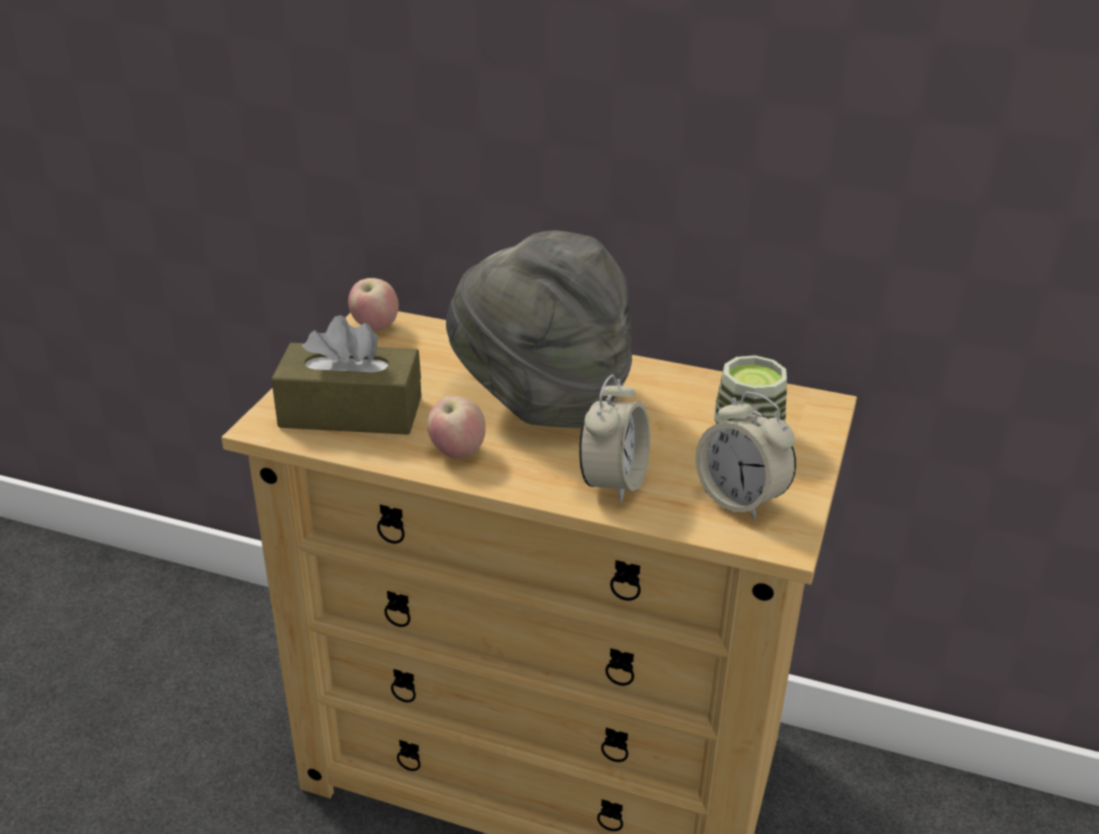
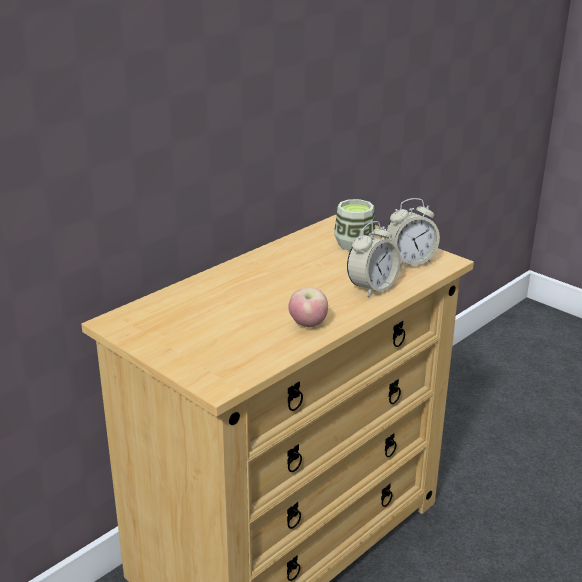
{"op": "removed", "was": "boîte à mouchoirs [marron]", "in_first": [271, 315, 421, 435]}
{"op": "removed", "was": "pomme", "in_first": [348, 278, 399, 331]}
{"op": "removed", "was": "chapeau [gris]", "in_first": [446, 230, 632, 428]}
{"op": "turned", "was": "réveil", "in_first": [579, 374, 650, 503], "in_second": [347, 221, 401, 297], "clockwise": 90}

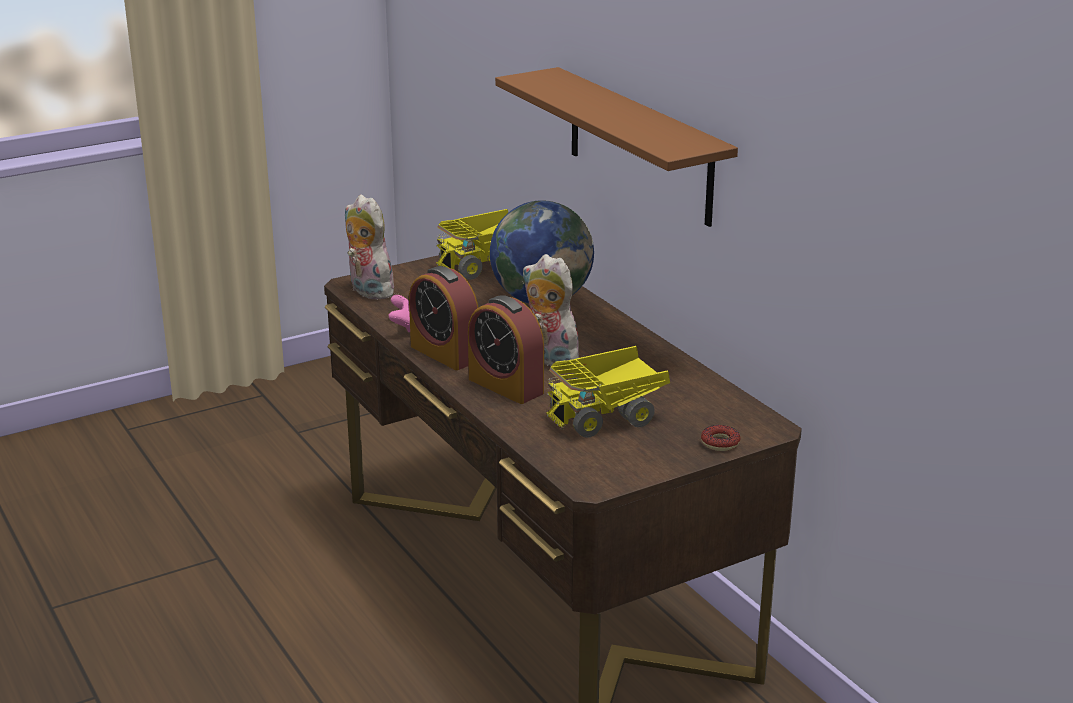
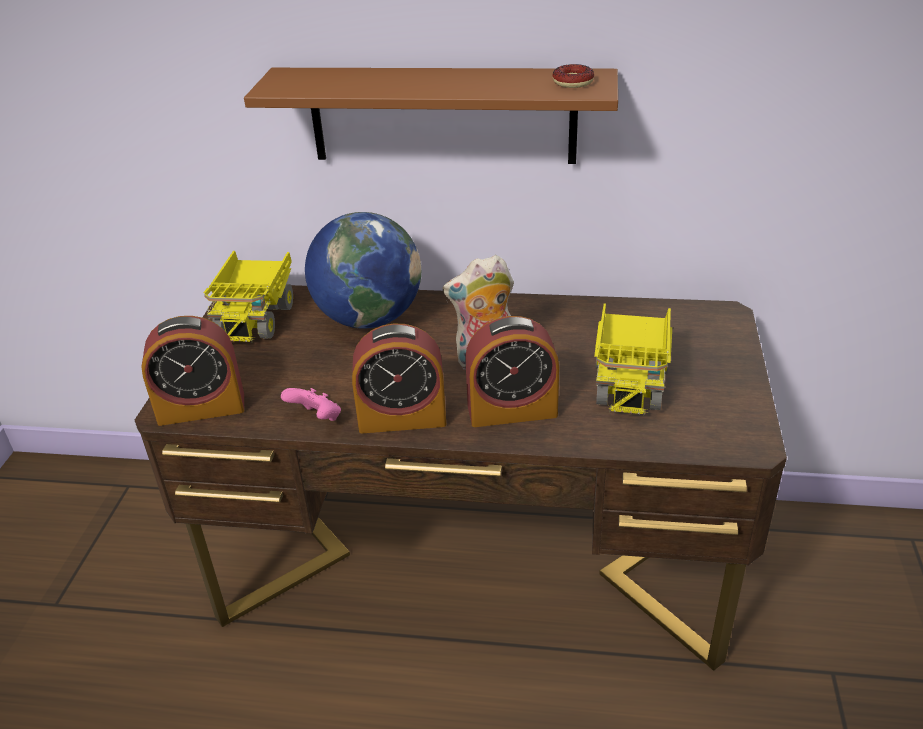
{"op": "moved", "was": "beignet", "in_first": [701, 425, 741, 451], "in_second": [553, 64, 594, 88]}
{"op": "replaced", "was": "peluche", "now": "réveil", "in_first": [345, 195, 398, 300], "in_second": [141, 316, 244, 426]}

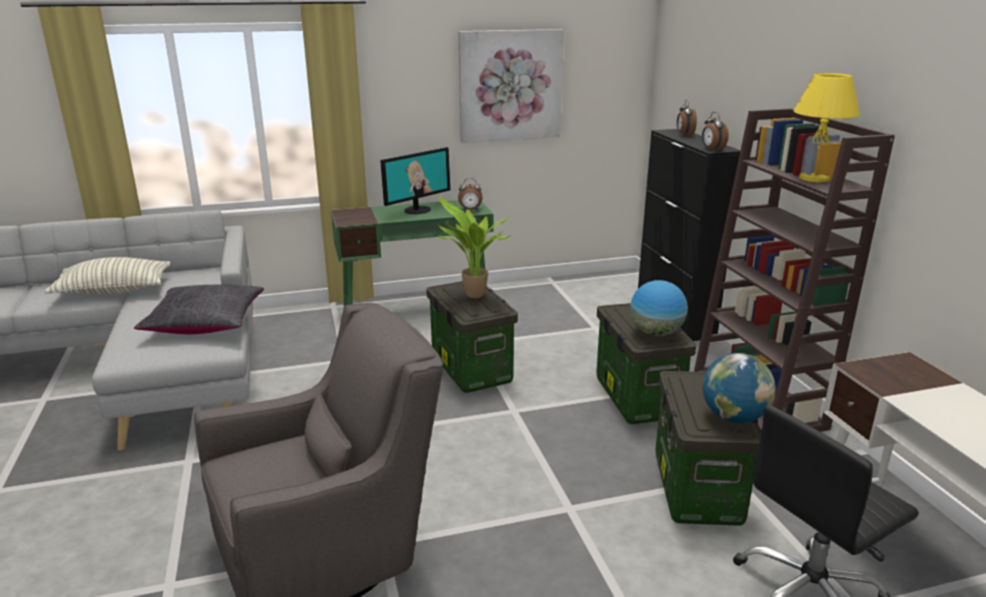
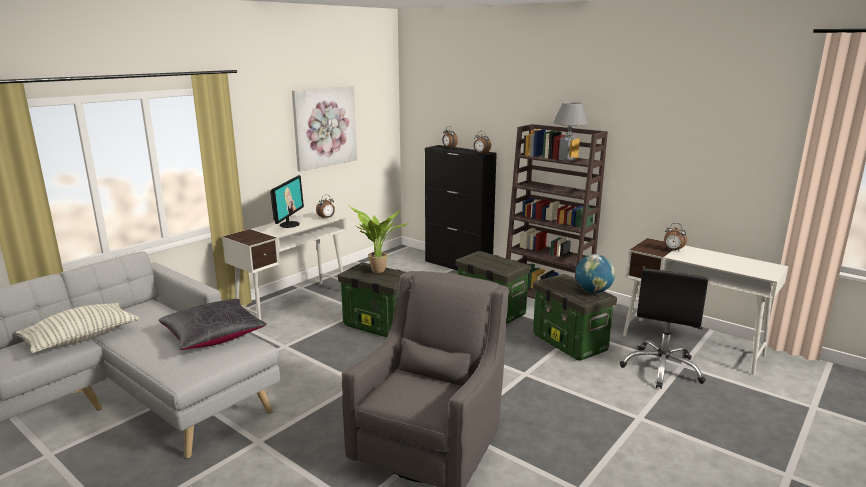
{"op": "removed", "was": "globe", "in_first": [630, 280, 688, 336]}
{"op": "added", "now": "réveil", "in_second": [664, 223, 687, 251]}
{"op": "recoloured", "was": "bureau [vert]", "now": "bureau [blanc]", "in_first": [331, 200, 493, 306], "in_second": [222, 211, 346, 320]}
{"op": "recoloured", "was": "lampe de table [jaune]", "now": "lampe de table [gris]", "in_first": [794, 73, 860, 182], "in_second": [554, 102, 588, 161]}

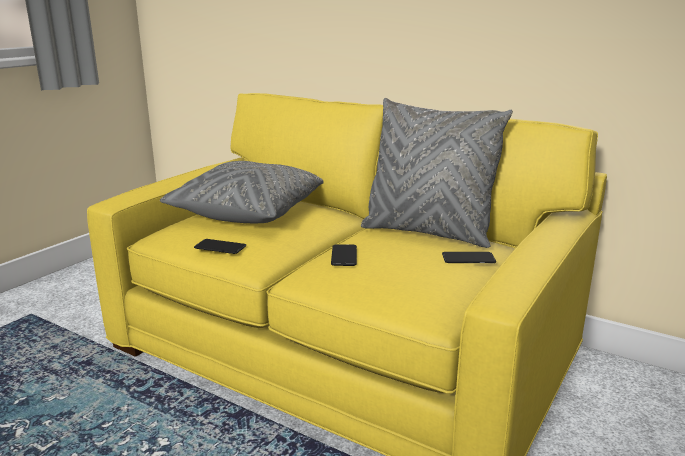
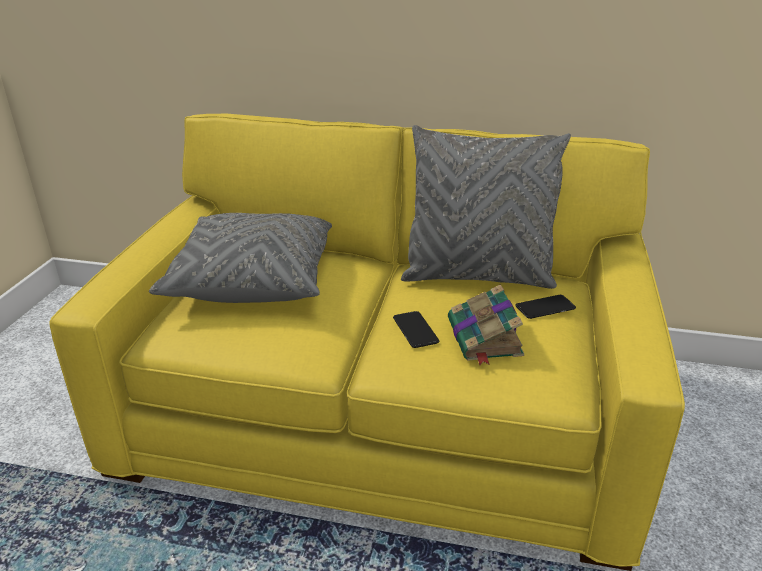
{"op": "removed", "was": "téléphone", "in_first": [194, 239, 246, 254]}
{"op": "added", "now": "livre", "in_second": [448, 284, 524, 365]}

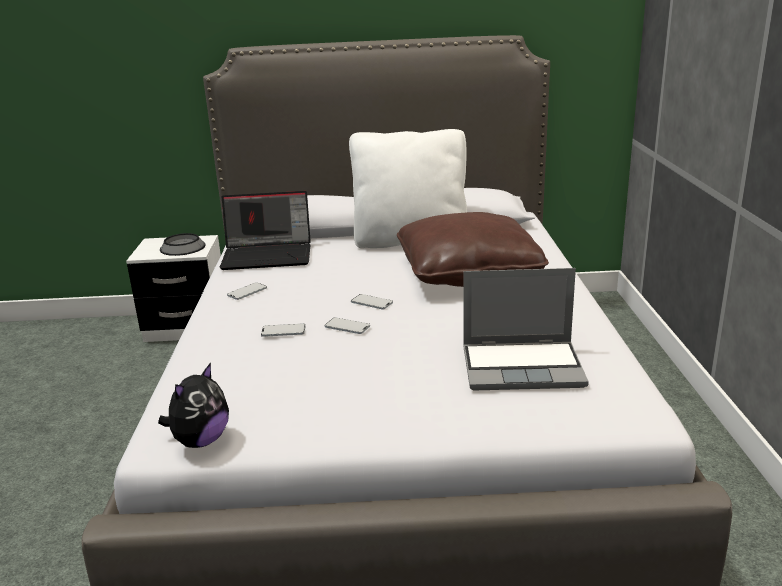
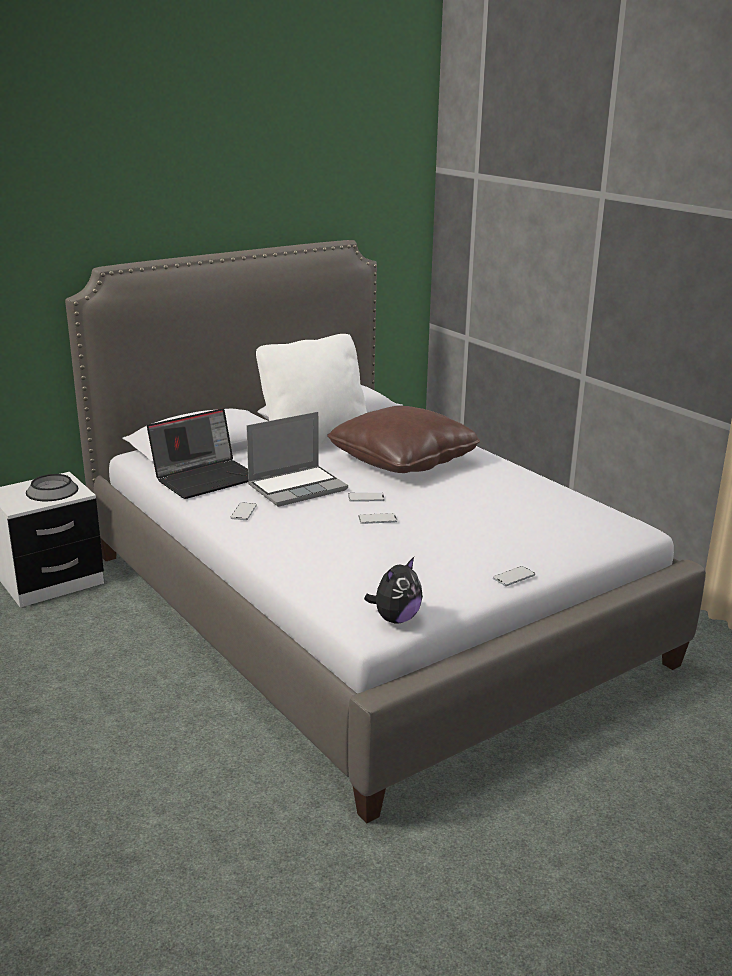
{"op": "moved", "was": "téléphone", "in_first": [261, 324, 305, 337], "in_second": [493, 566, 535, 586]}
{"op": "moved", "was": "ordinateur portable", "in_first": [463, 268, 589, 390], "in_second": [246, 412, 348, 507]}
{"op": "turned", "was": "peluche", "in_first": [158, 363, 229, 448], "in_second": [364, 557, 423, 624], "clockwise": 45}

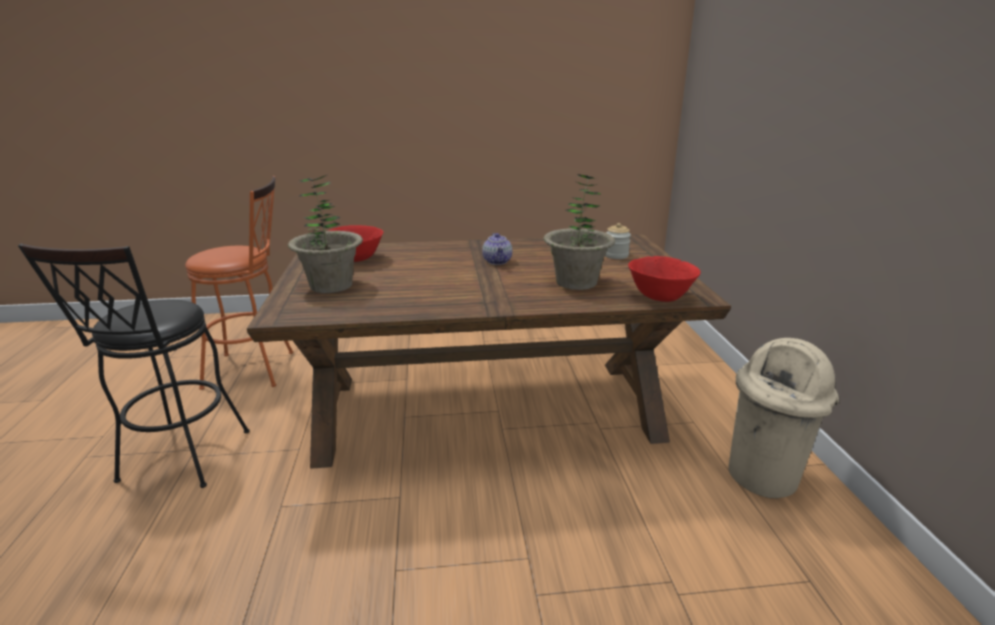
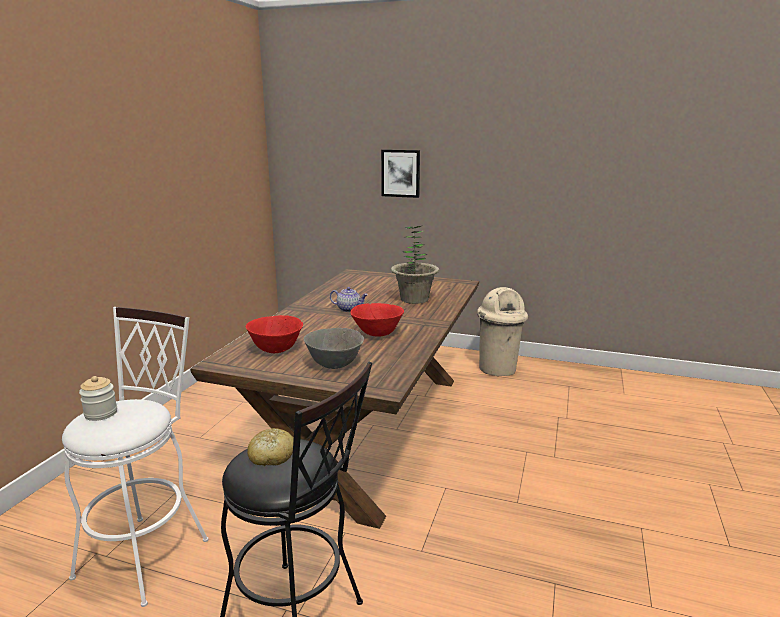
{"op": "added", "now": "pain", "in_second": [247, 428, 294, 466]}
{"op": "added", "now": "tableau", "in_second": [381, 149, 420, 198]}
{"op": "moved", "was": "bocal", "in_first": [605, 223, 631, 259], "in_second": [79, 376, 117, 421]}
{"op": "moved", "was": "bol [rouge]", "in_first": [628, 256, 701, 302], "in_second": [350, 303, 404, 337]}
{"op": "replaced", "was": "plante en pot", "now": "bol [gris]", "in_first": [288, 175, 363, 293], "in_second": [304, 328, 364, 369]}
{"op": "recoloured", "was": "tabouret [orange]", "now": "tabouret [blanc]", "in_first": [185, 176, 293, 390], "in_second": [62, 307, 209, 607]}

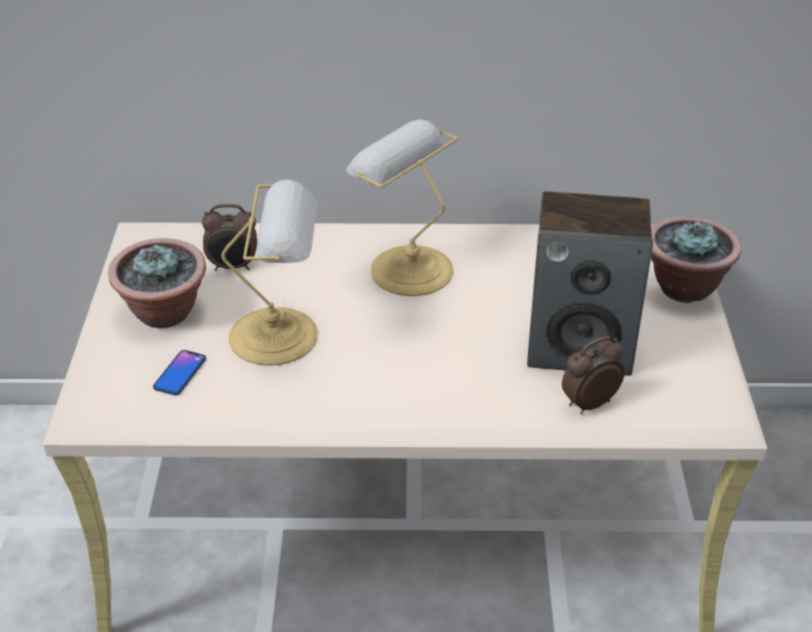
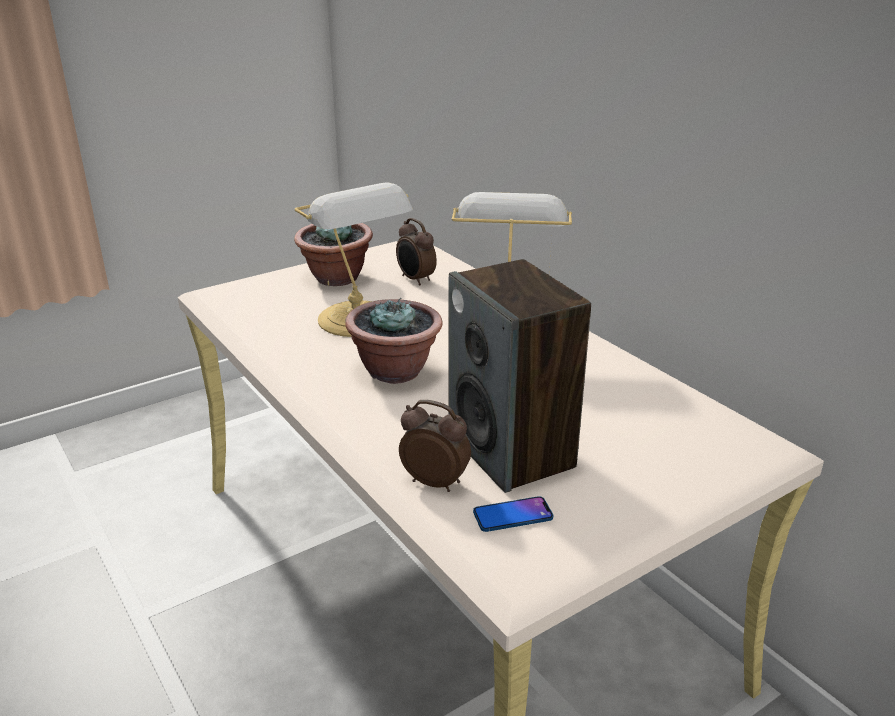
{"op": "moved", "was": "téléphone", "in_first": [153, 350, 206, 396], "in_second": [473, 496, 553, 532]}
{"op": "moved", "was": "plante en pot", "in_first": [651, 217, 741, 303], "in_second": [345, 298, 442, 384]}

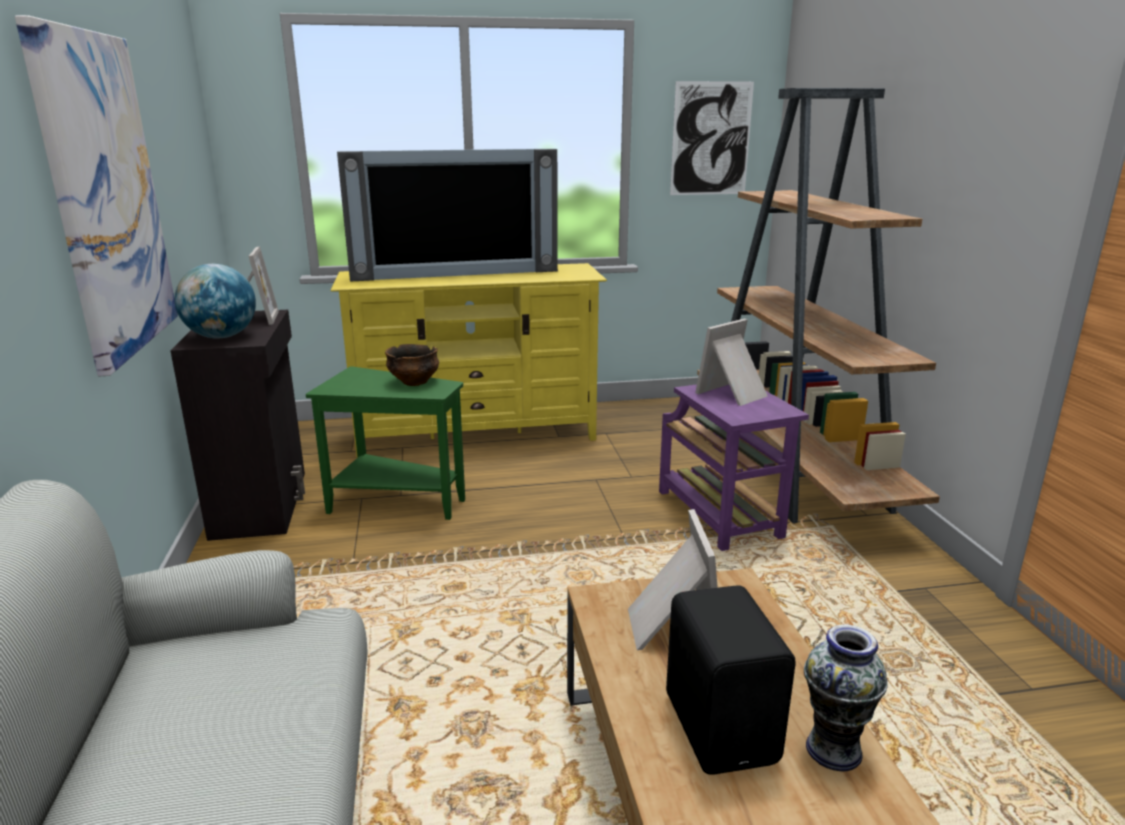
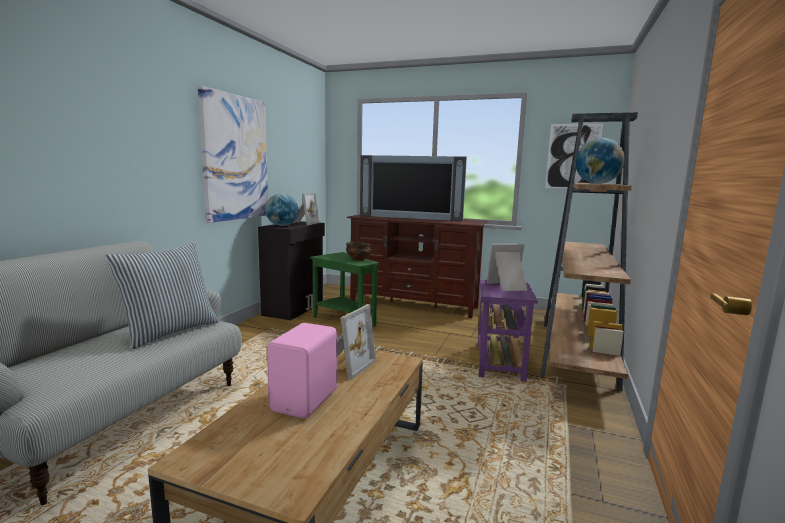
{"op": "removed", "was": "vase", "in_first": [804, 625, 888, 771]}
{"op": "added", "now": "coussin", "in_second": [105, 242, 219, 350]}
{"op": "added", "now": "globe", "in_second": [575, 138, 625, 184]}
{"op": "recoloured", "was": "meuble télé [jaune]", "now": "meuble télé [marron]", "in_first": [330, 263, 607, 457], "in_second": [346, 214, 488, 318]}
{"op": "recoloured", "was": "enceinte [noir]", "now": "enceinte [rose]", "in_first": [666, 585, 796, 774], "in_second": [267, 323, 337, 418]}

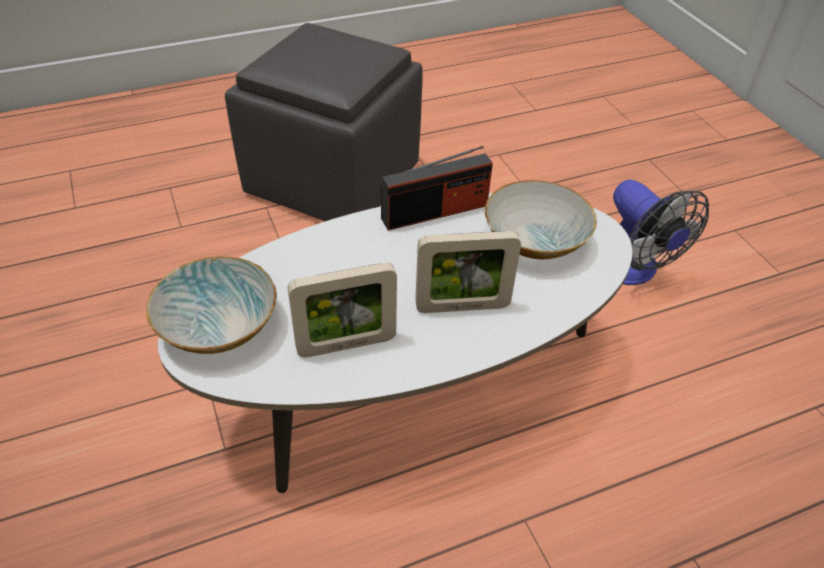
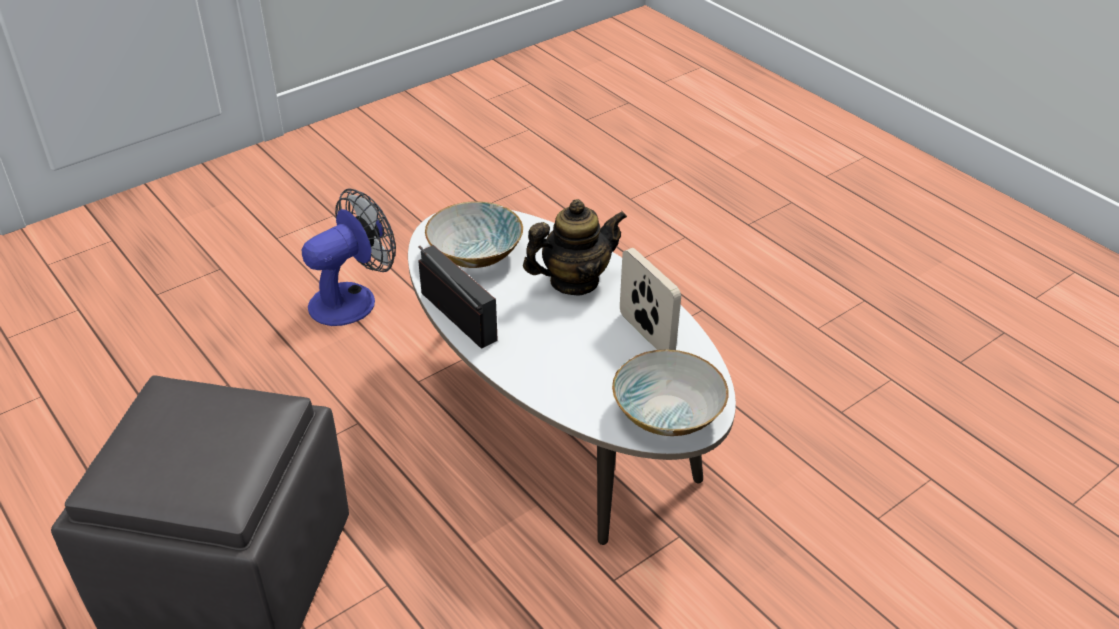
{"op": "replaced", "was": "cadre photo", "now": "théière", "in_first": [415, 231, 521, 313], "in_second": [523, 199, 627, 296]}

